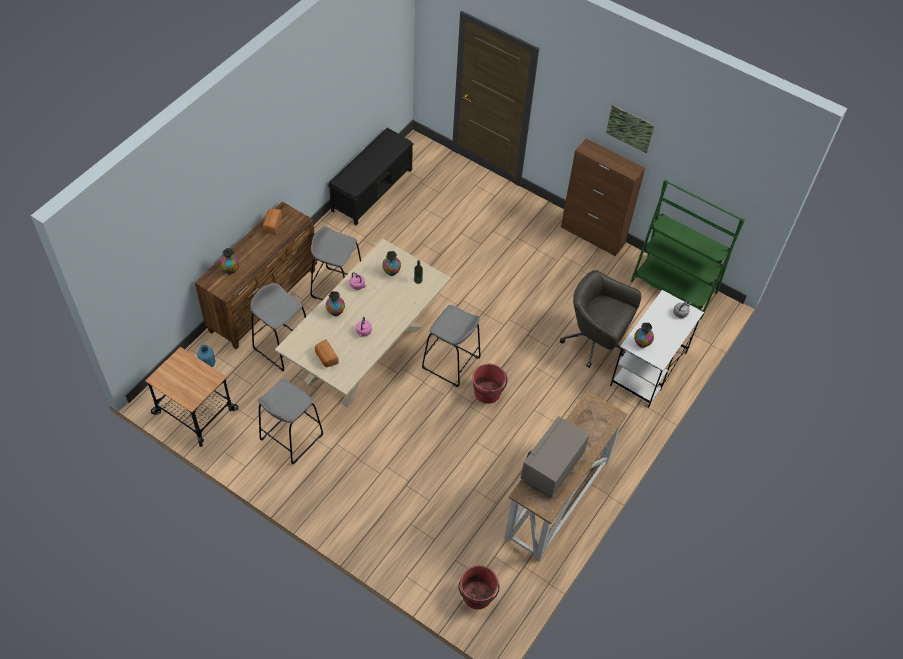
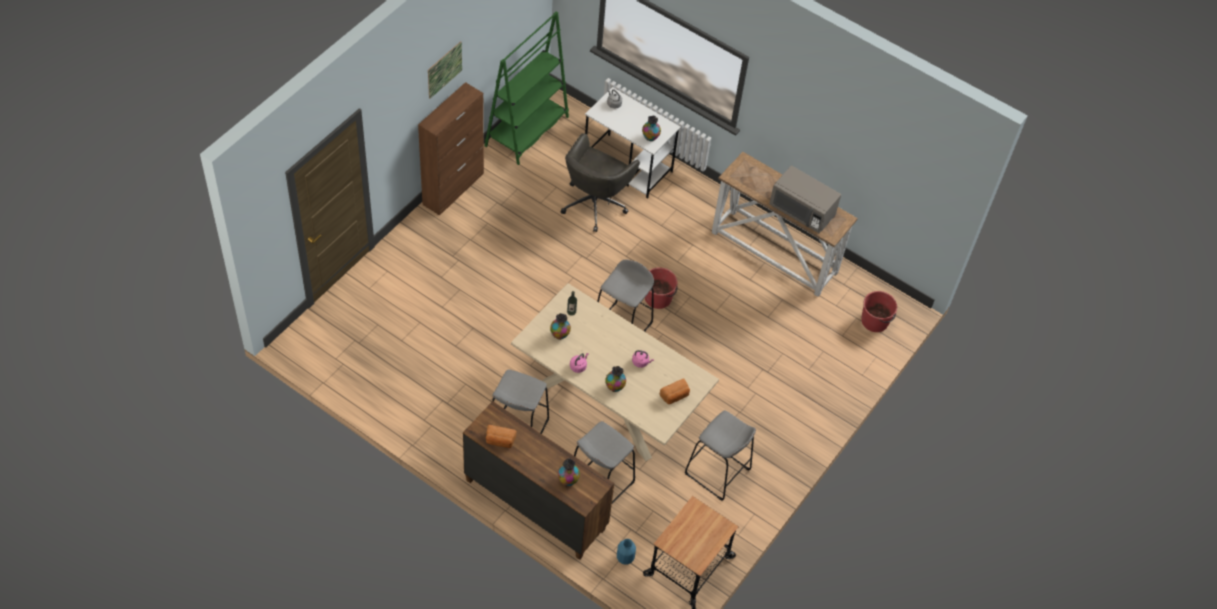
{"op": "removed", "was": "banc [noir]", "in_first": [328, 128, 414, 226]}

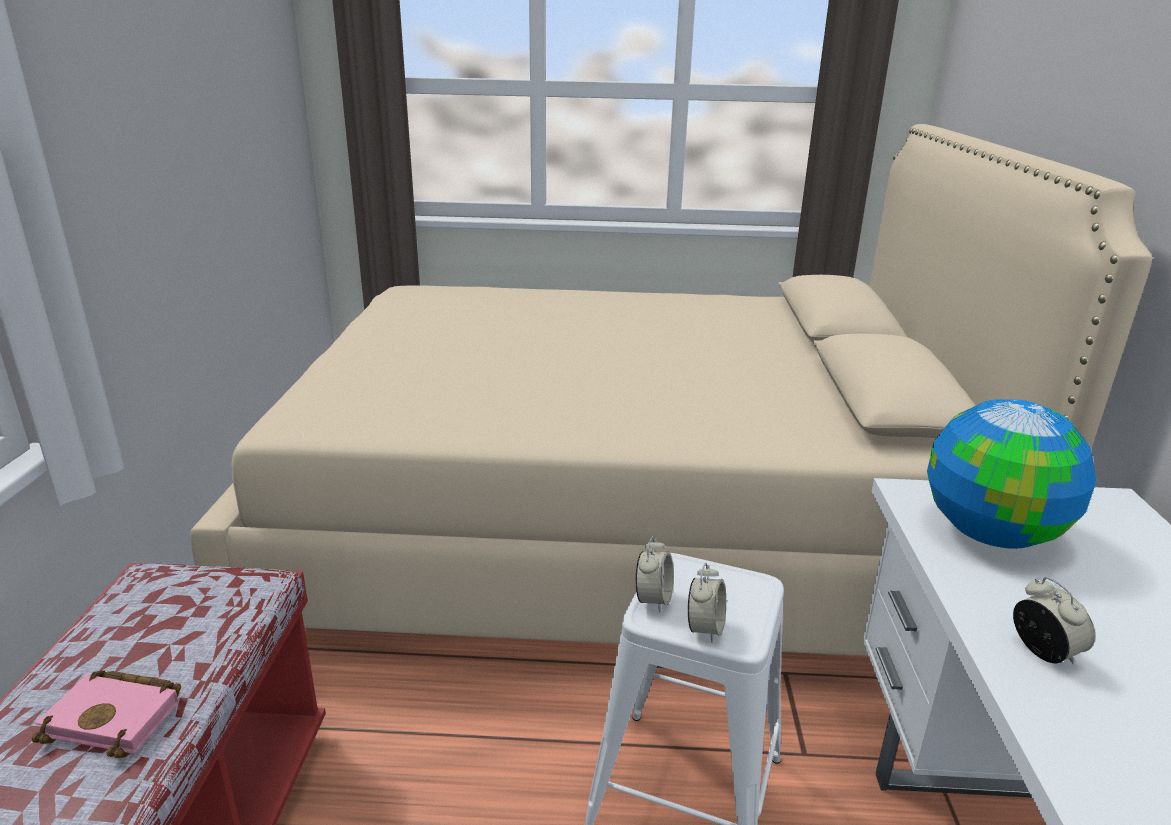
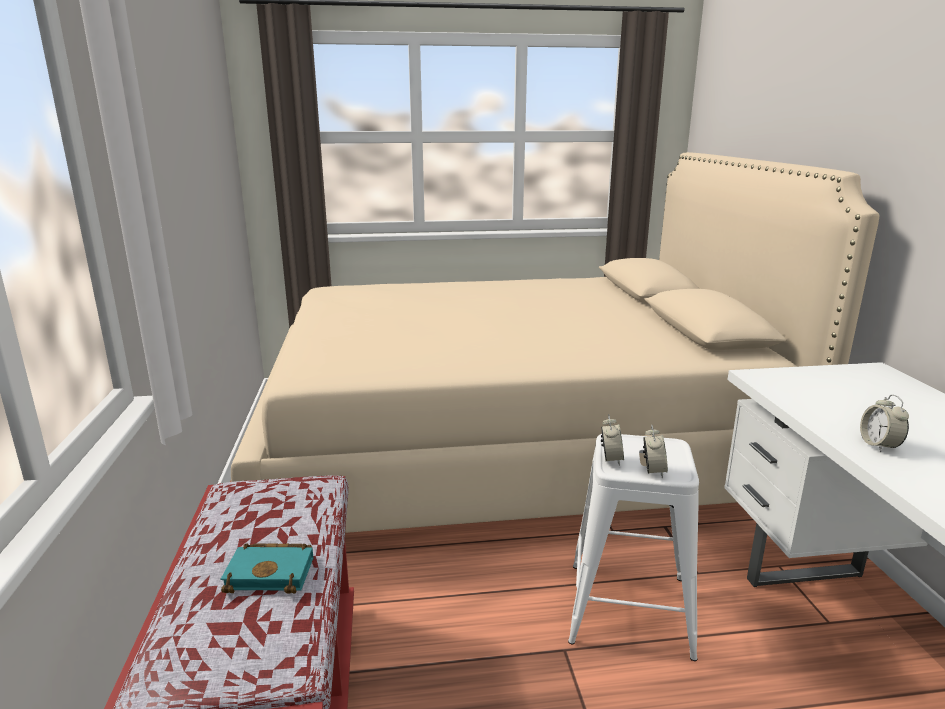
{"op": "removed", "was": "globe", "in_first": [927, 399, 1097, 549]}
{"op": "recoloured", "was": "livre [rose]", "now": "livre [turquoise]", "in_first": [32, 671, 181, 758], "in_second": [220, 543, 313, 594]}
{"op": "turned", "was": "réveil", "in_first": [1013, 577, 1096, 664], "in_second": [860, 394, 909, 452], "clockwise": -150}

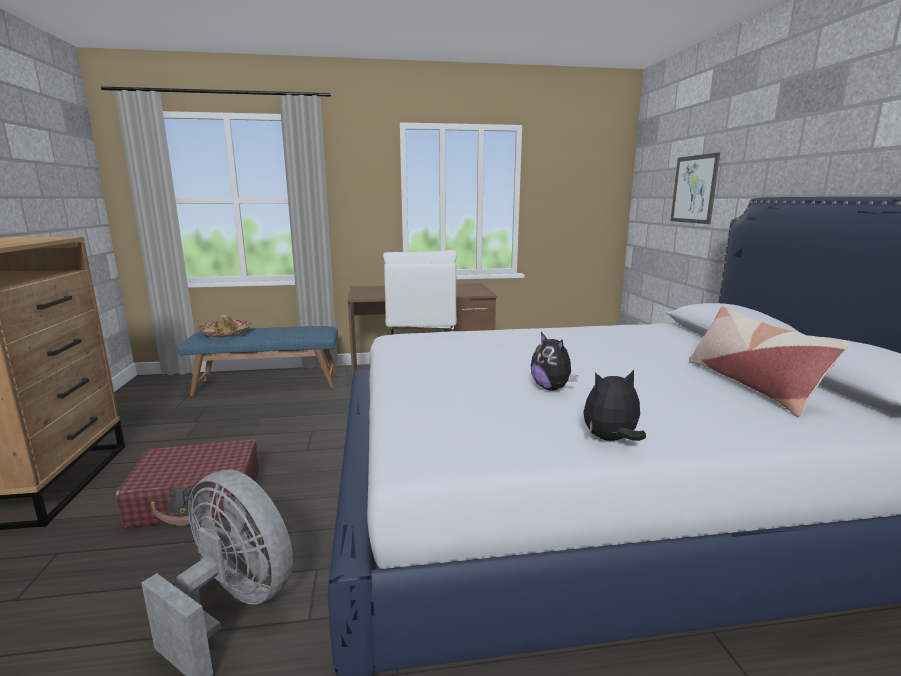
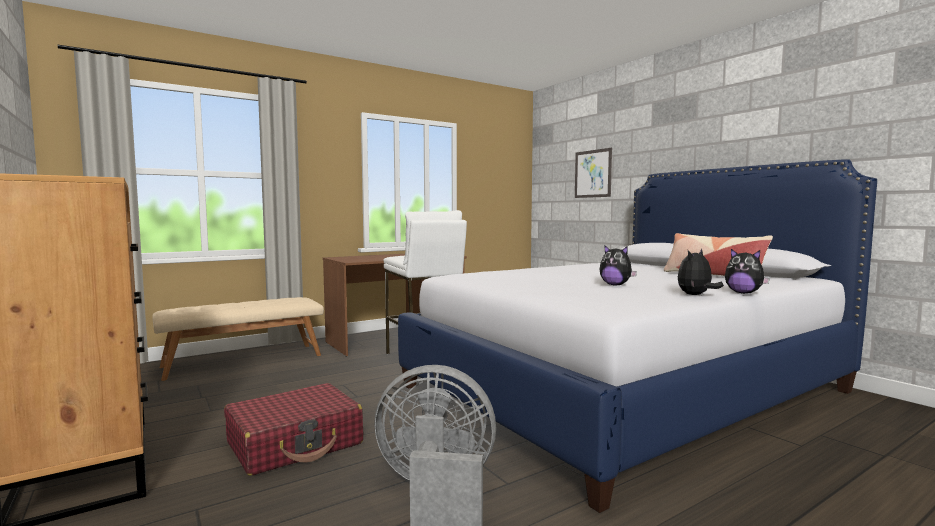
{"op": "removed", "was": "chapeau", "in_first": [197, 315, 252, 337]}
{"op": "added", "now": "peluche", "in_second": [725, 249, 770, 294]}
{"op": "recoloured", "was": "banc [bleu]", "now": "banc [beige]", "in_first": [178, 326, 338, 396], "in_second": [152, 297, 324, 381]}

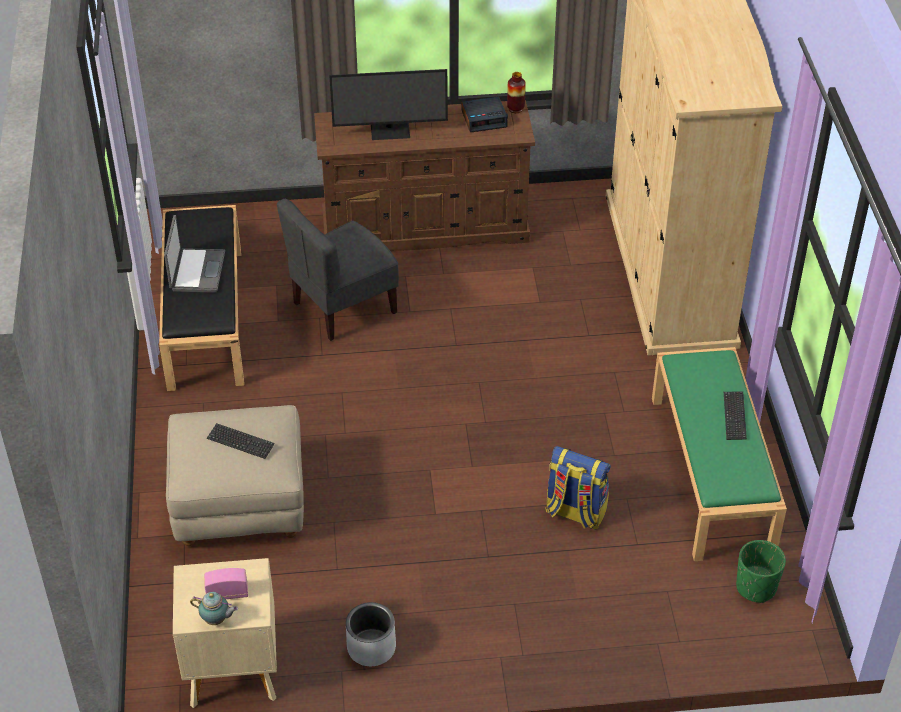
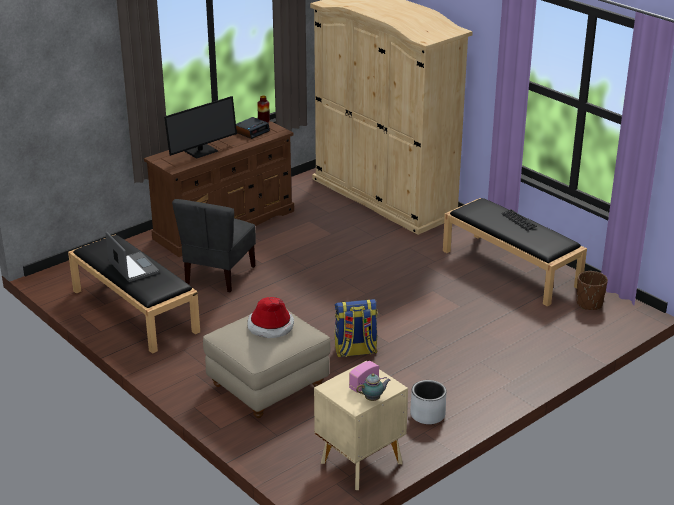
{"op": "moved", "was": "sac à dos", "in_first": [545, 446, 611, 530], "in_second": [335, 299, 378, 357]}
{"op": "replaced", "was": "clavier", "now": "chapeau", "in_first": [207, 423, 275, 459], "in_second": [247, 297, 294, 338]}
{"op": "recoloured", "was": "banc [vert]", "now": "banc [noir]", "in_first": [652, 347, 787, 561], "in_second": [443, 198, 587, 307]}
{"op": "recoloured", "was": "cache-pot [vert]", "now": "cache-pot [marron]", "in_first": [736, 540, 786, 603], "in_second": [577, 271, 608, 310]}

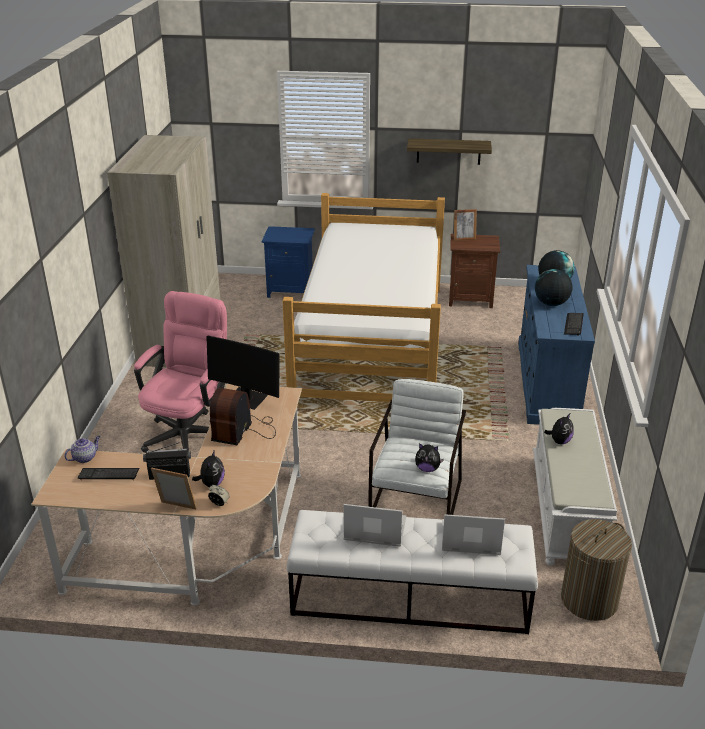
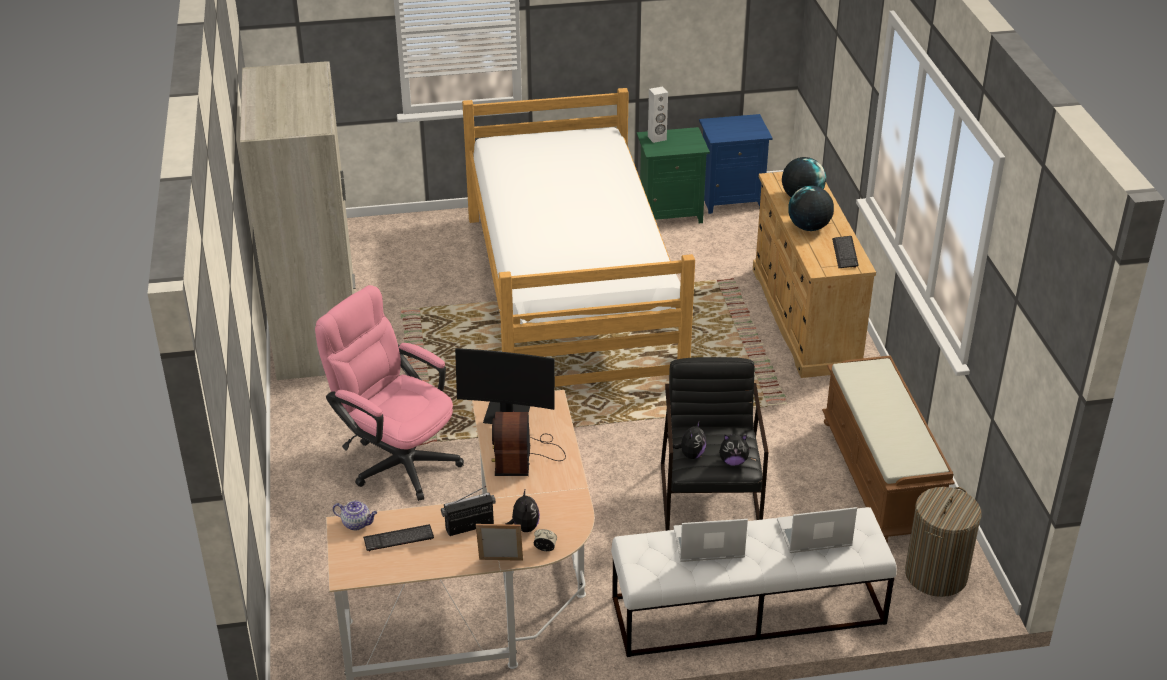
{"op": "removed", "was": "étagère", "in_first": [407, 138, 492, 165]}
{"op": "moved", "was": "table de chevet [bleu]", "in_first": [261, 226, 315, 298], "in_second": [699, 114, 773, 214]}
{"op": "moved", "was": "peluche", "in_first": [544, 414, 574, 444], "in_second": [673, 421, 706, 459]}
{"op": "replaced", "was": "cadre photo", "now": "enceinte [blanc]", "in_first": [454, 209, 477, 241], "in_second": [648, 87, 668, 143]}
{"op": "recoloured", "was": "fauteuil [blanc]", "now": "fauteuil [noir]", "in_first": [368, 379, 466, 515], "in_second": [661, 357, 769, 531]}
{"op": "recoloured", "was": "table de chevet [marron]", "now": "table de chevet [vert]", "in_first": [449, 234, 500, 308], "in_second": [637, 127, 710, 223]}
{"op": "recoloured", "was": "commode [bleu]", "now": "commode [beige]", "in_first": [518, 265, 595, 425], "in_second": [753, 172, 876, 378]}
{"op": "recoloured", "was": "banc [blanc]", "now": "banc [marron]", "in_first": [533, 408, 617, 566], "in_second": [822, 356, 955, 543]}
{"op": "turned", "was": "théière", "in_first": [64, 436, 100, 463], "in_second": [333, 501, 377, 531], "clockwise": 75}
{"op": "turned", "was": "chaise de bureau [rose]", "in_first": [134, 291, 227, 453], "in_second": [315, 285, 464, 501], "clockwise": -60}

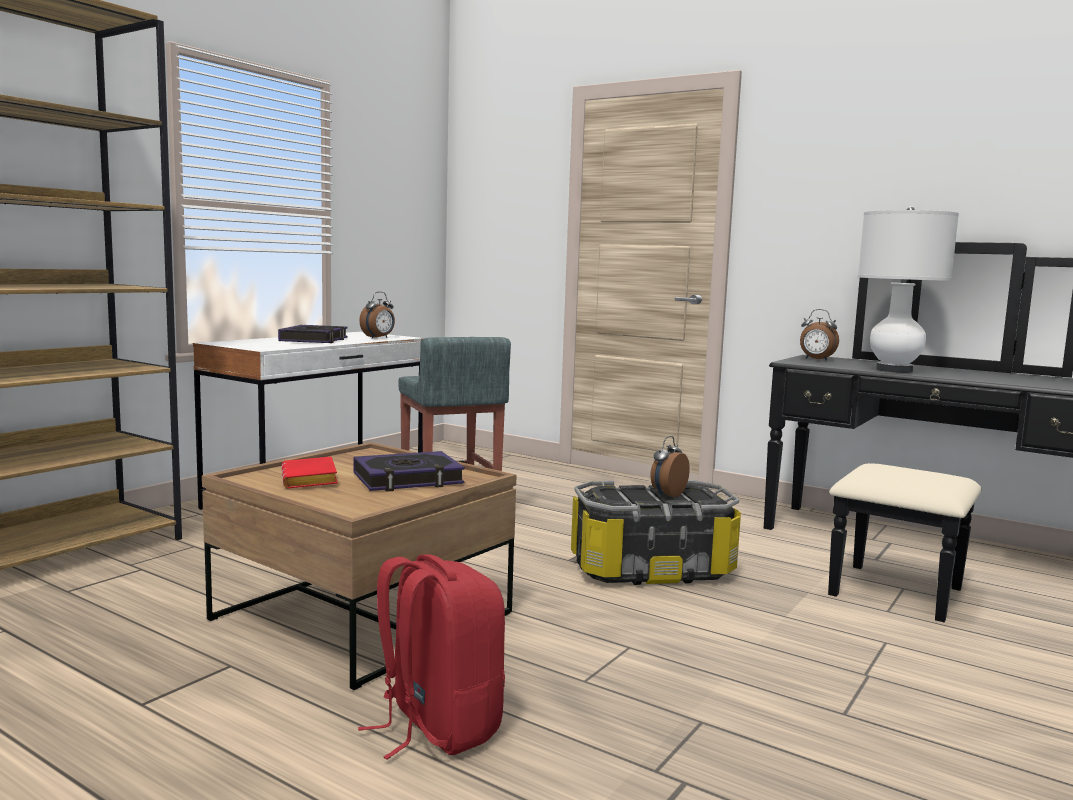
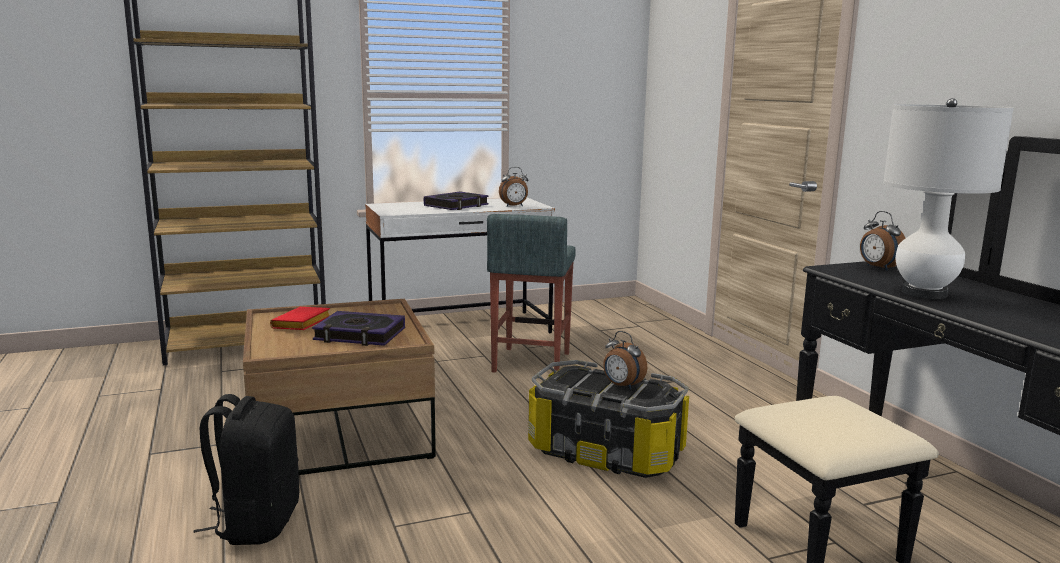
{"op": "recoloured", "was": "sac à dos [rouge]", "now": "sac à dos [noir]", "in_first": [358, 554, 505, 759], "in_second": [194, 394, 300, 545]}
{"op": "turned", "was": "réveil", "in_first": [650, 436, 690, 497], "in_second": [603, 331, 647, 390], "clockwise": -120}

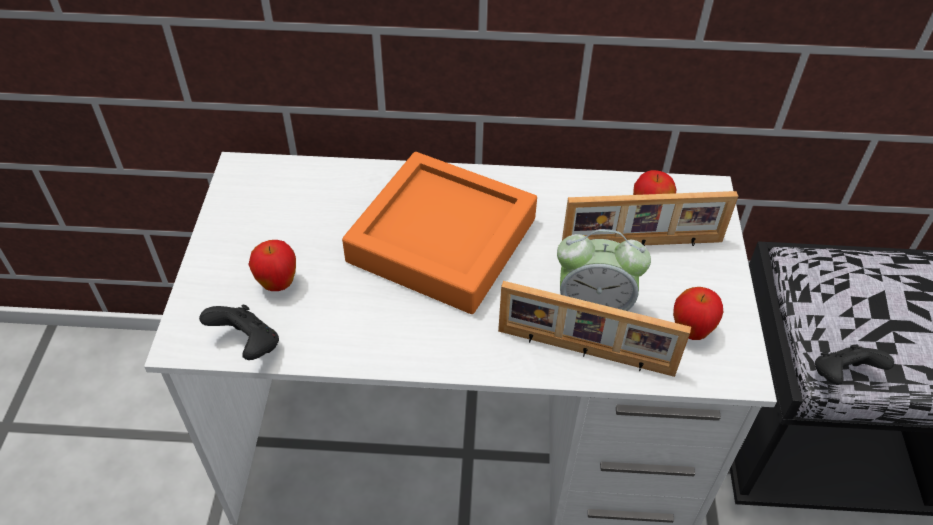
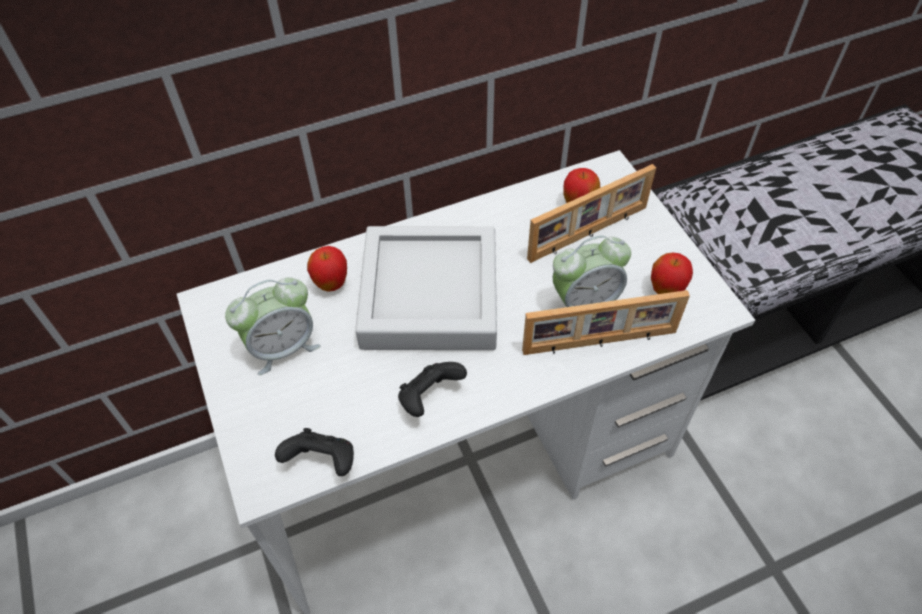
{"op": "added", "now": "réveil", "in_second": [225, 277, 321, 375]}
{"op": "moved", "was": "pomme", "in_first": [248, 240, 296, 291], "in_second": [307, 246, 347, 292]}
{"op": "moved", "was": "manette [noir]", "in_first": [815, 344, 894, 385], "in_second": [398, 362, 467, 417]}
{"op": "recoloured", "was": "plateau [orange]", "now": "plateau [gris]", "in_first": [342, 152, 537, 314], "in_second": [355, 226, 497, 350]}

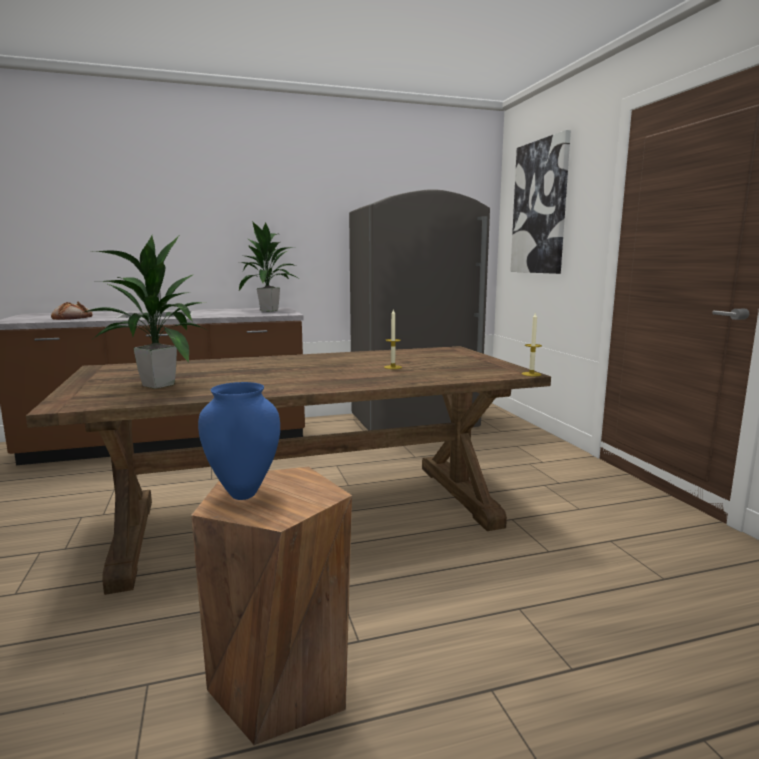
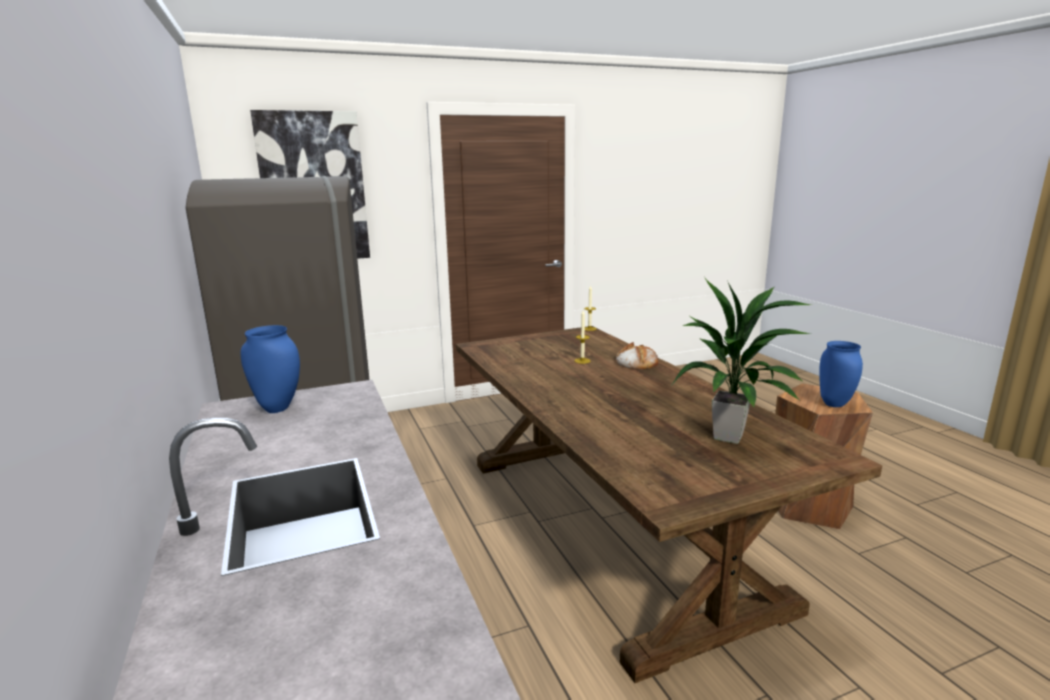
{"op": "moved", "was": "pain", "in_first": [51, 302, 93, 320], "in_second": [616, 342, 659, 369]}
{"op": "replaced", "was": "plante en pot", "now": "vase [bleu]", "in_first": [239, 221, 298, 312], "in_second": [240, 325, 300, 413]}

